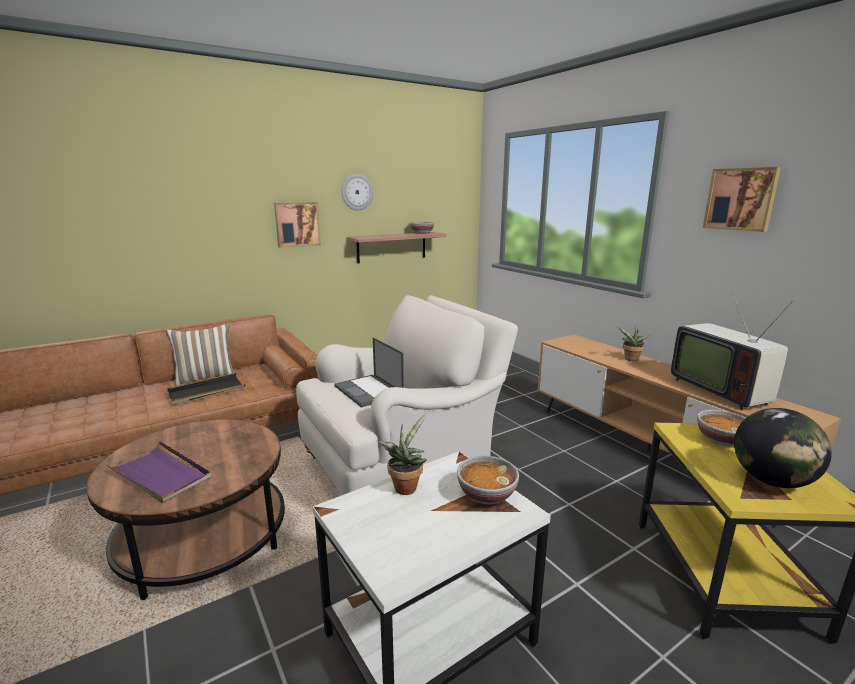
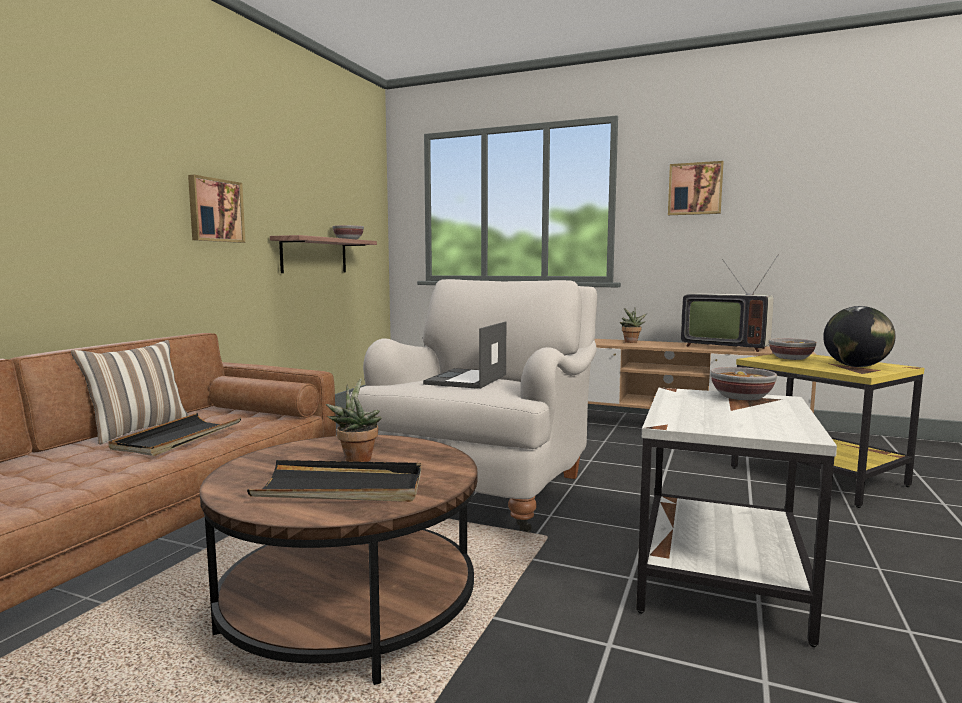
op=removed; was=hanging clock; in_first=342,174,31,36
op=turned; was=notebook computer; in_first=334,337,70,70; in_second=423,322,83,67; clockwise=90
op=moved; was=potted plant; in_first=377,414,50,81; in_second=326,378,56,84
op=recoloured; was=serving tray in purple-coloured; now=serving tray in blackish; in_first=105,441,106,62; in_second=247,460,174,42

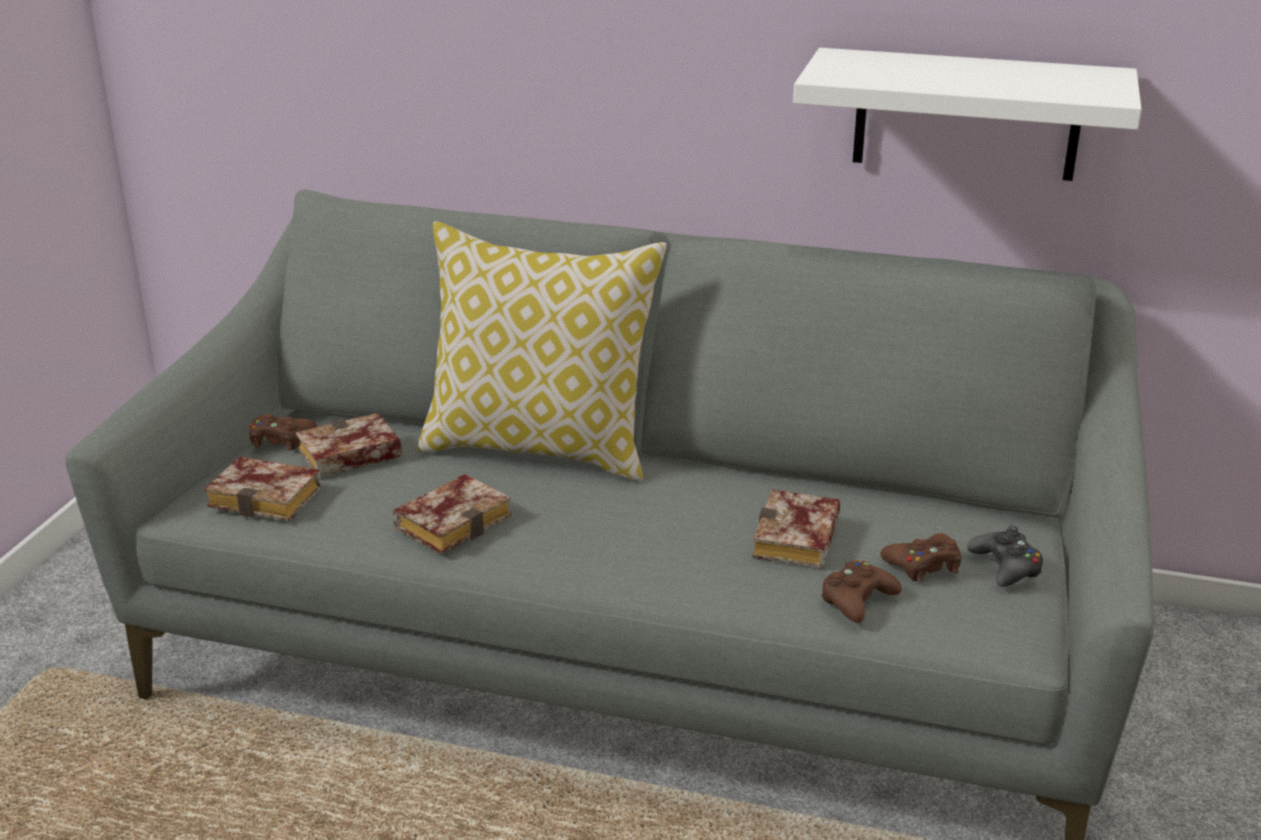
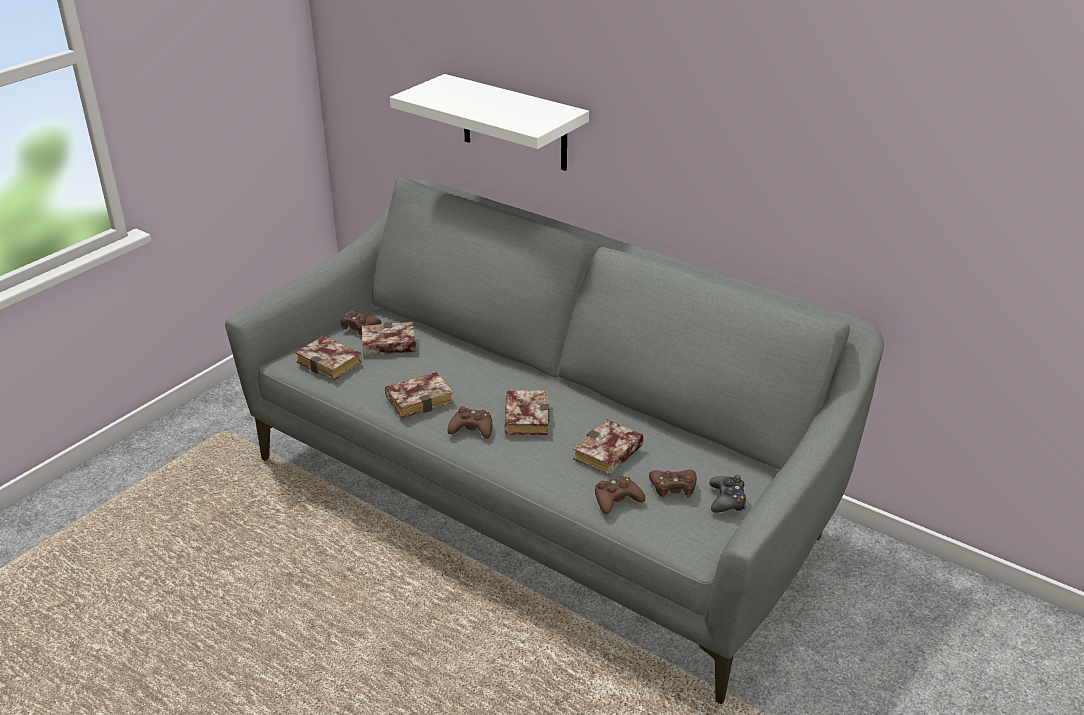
op=moved; was=bracket shelf in white; in_first=793,48,349,133; in_second=390,74,199,97
op=removed; was=throw pillow; in_first=418,221,249,260
op=added; now=bound book; in_second=505,390,44,45
op=added; now=joypad in brown; in_second=447,406,45,33

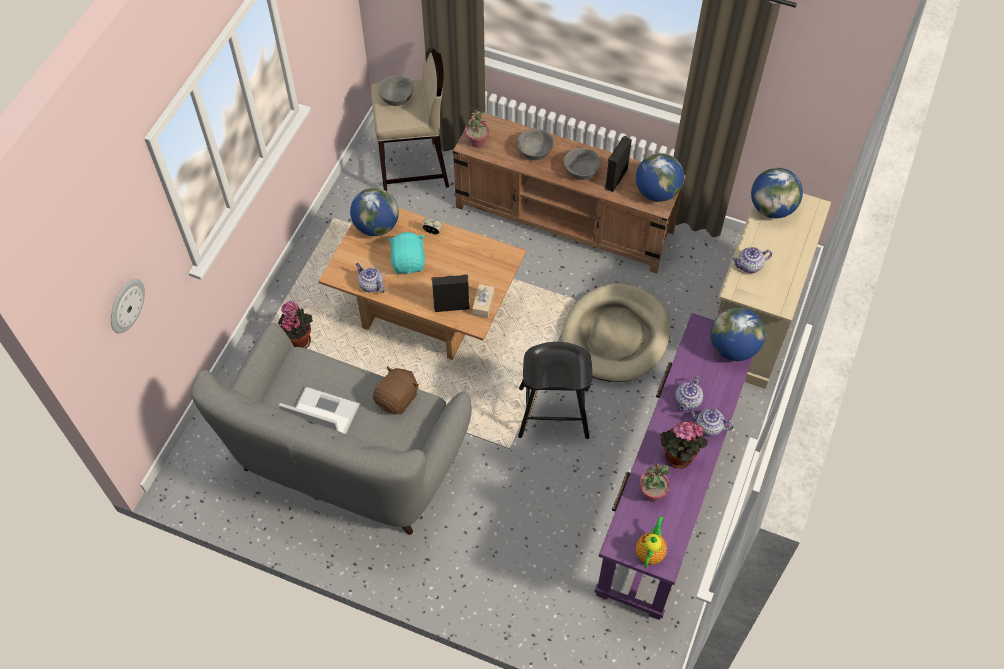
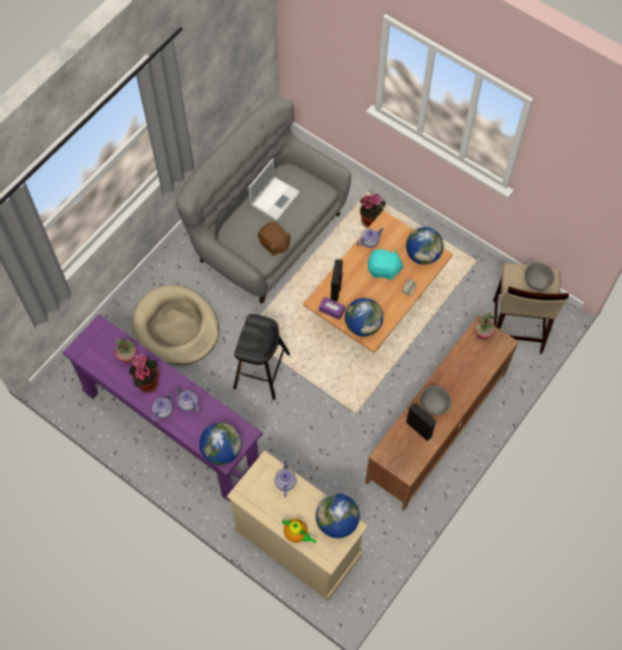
op=removed; was=serving bowl in greyish; in_first=517,129,37,31
op=moved; was=world globe; in_first=636,153,48,49; in_second=345,298,38,39
op=removed; was=hanging clock; in_first=111,279,34,54
op=moved; was=dog cushion in sand-coloured; in_first=562,283,108,99; in_second=132,285,87,80
op=recoloured; was=tissue box in sand-coloured; now=tissue box in purple-coloured; in_first=472,284,23,34; in_second=319,297,26,23
op=moved; was=teapot; in_first=636,516,31,52; in_second=282,519,34,25

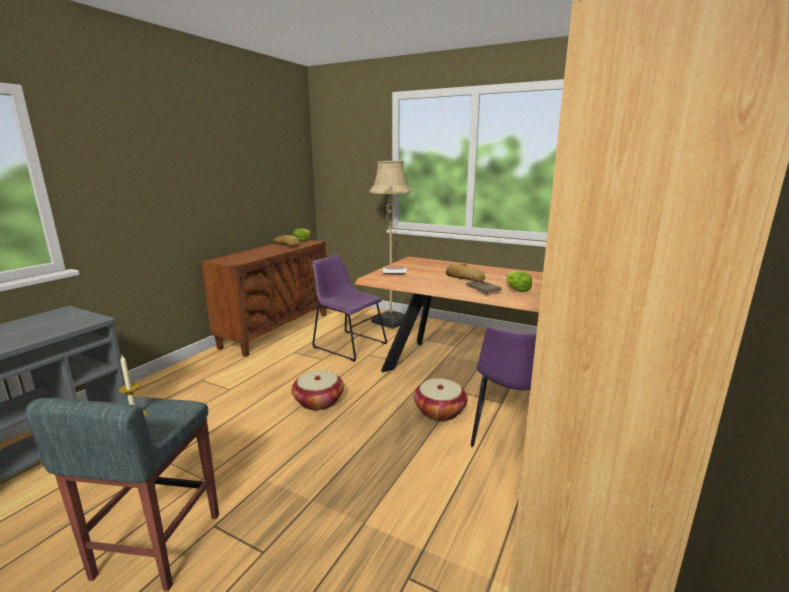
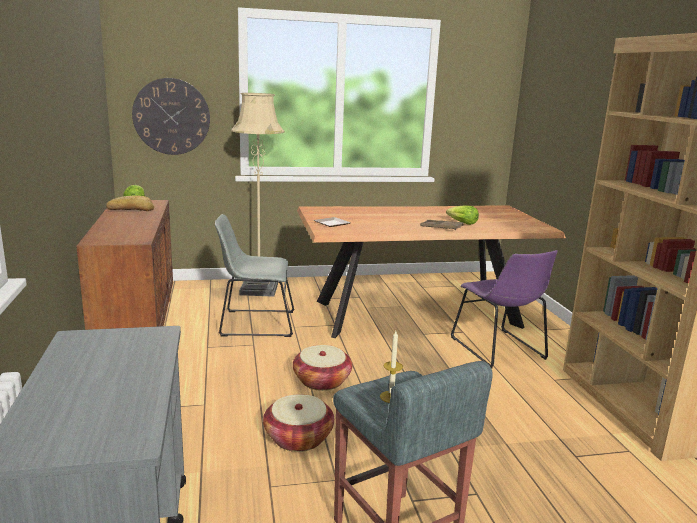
op=recoloured; was=plain chair in purple-coloured; now=plain chair in greyish; in_first=312,255,75,107; in_second=215,214,80,123
op=removed; was=bread; in_first=446,264,39,18
op=moved; was=basket; in_first=414,378,54,43; in_second=263,394,71,58
op=added; now=hanging clock; in_second=132,78,78,77

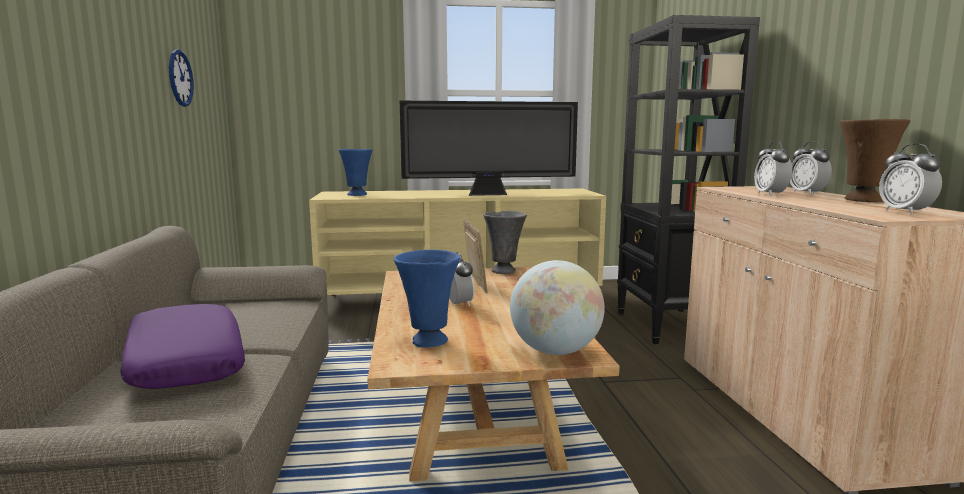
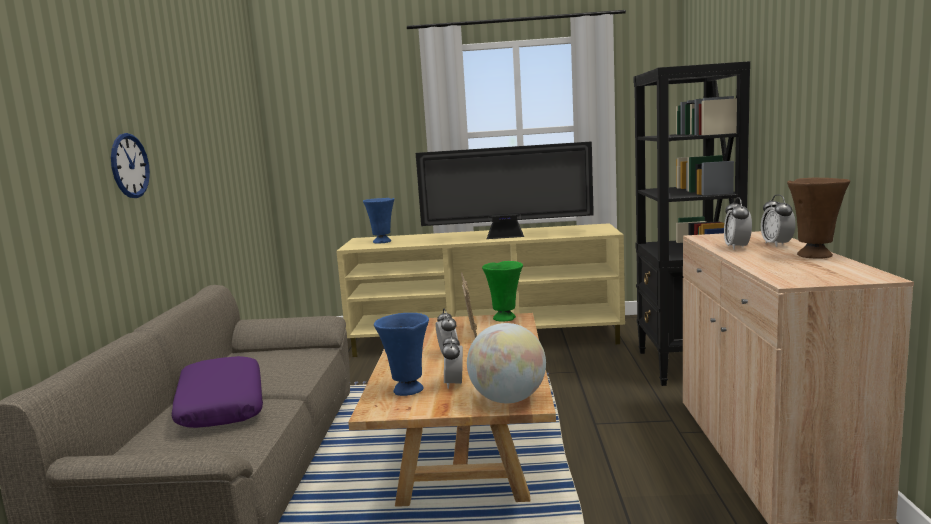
op=moved; was=hanging clock; in_first=169,50,25,57; in_second=111,133,39,65
op=moved; was=bedside clock; in_first=879,143,63,71; in_second=442,332,21,57
op=recoloured; was=decorative vase in greyish; now=decorative vase in green-coloured; in_first=483,211,44,63; in_second=482,261,41,60

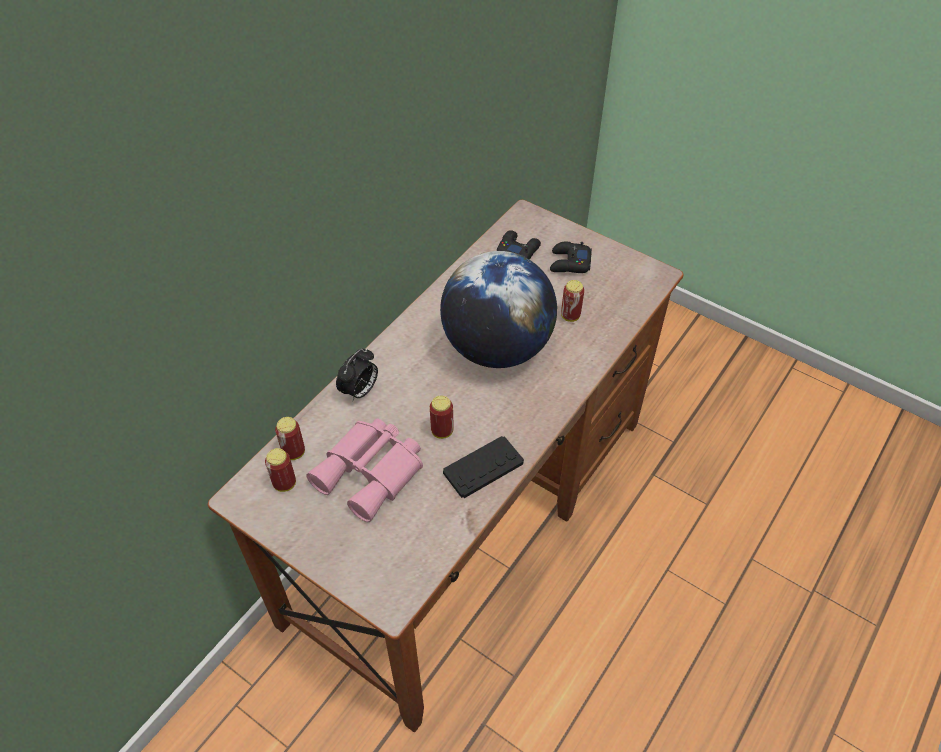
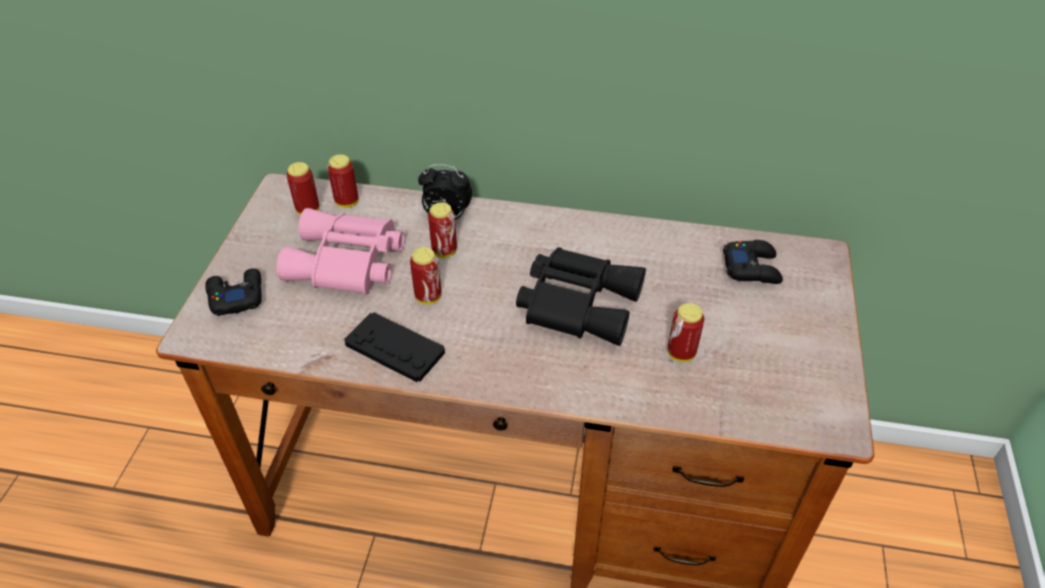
op=moved; was=joypad in blackish; in_first=550,242,42,31; in_second=206,268,56,48
op=replaced; was=world globe; now=field glasses in blackish; in_first=440,251,117,117; in_second=516,247,130,99
op=added; now=metal can; in_second=428,202,29,56

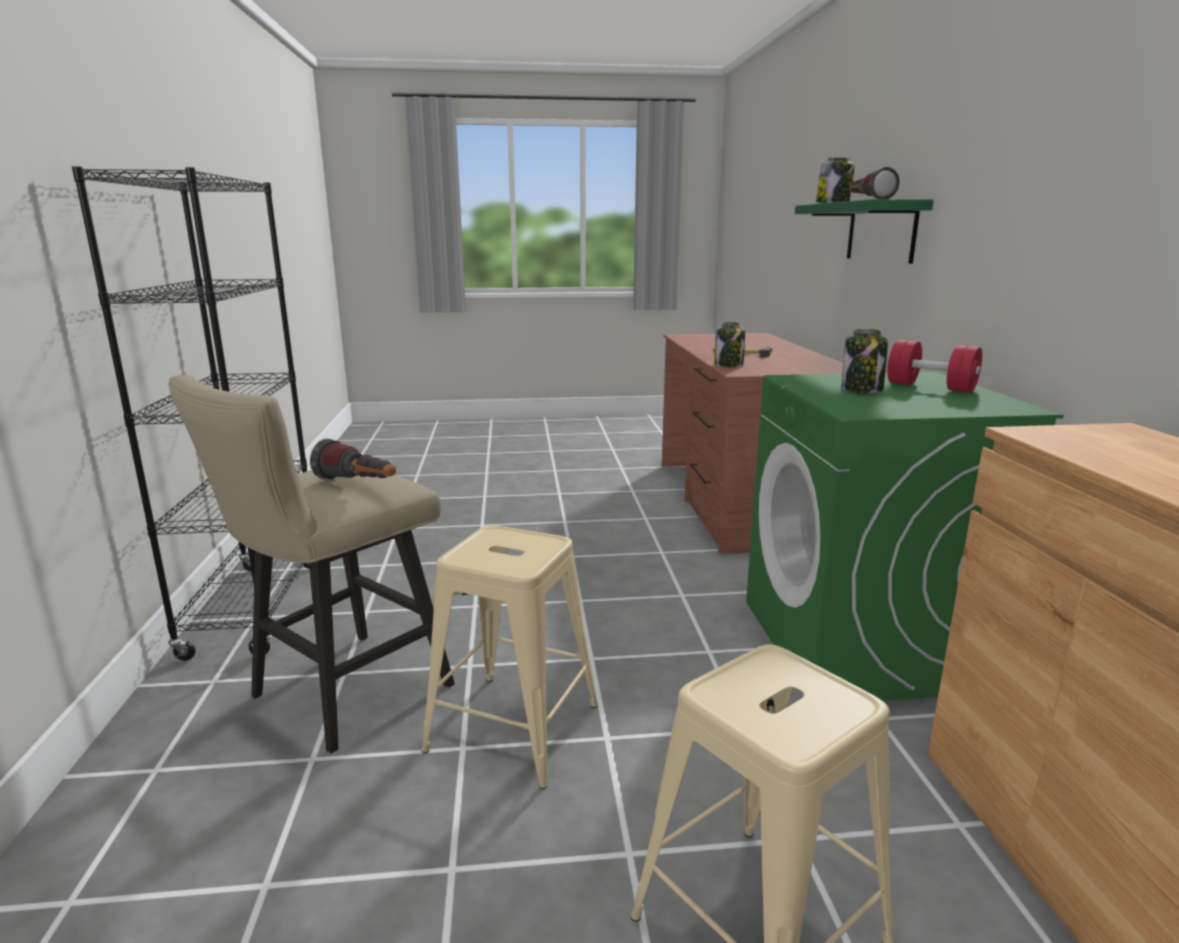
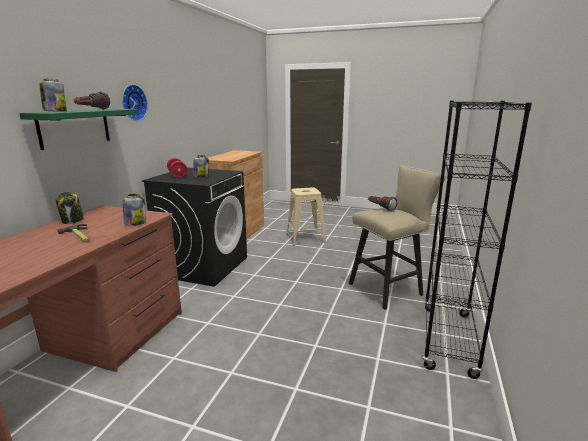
op=recoloured; was=laundry appliance in green-coloured; now=laundry appliance in blackish; in_first=746,372,318,329; in_second=142,168,105,119
op=removed; was=sitting stool in sand-coloured; in_first=421,525,177,264
op=added; now=hanging clock; in_second=122,84,26,37
op=added; now=storage jar; in_second=56,192,28,32

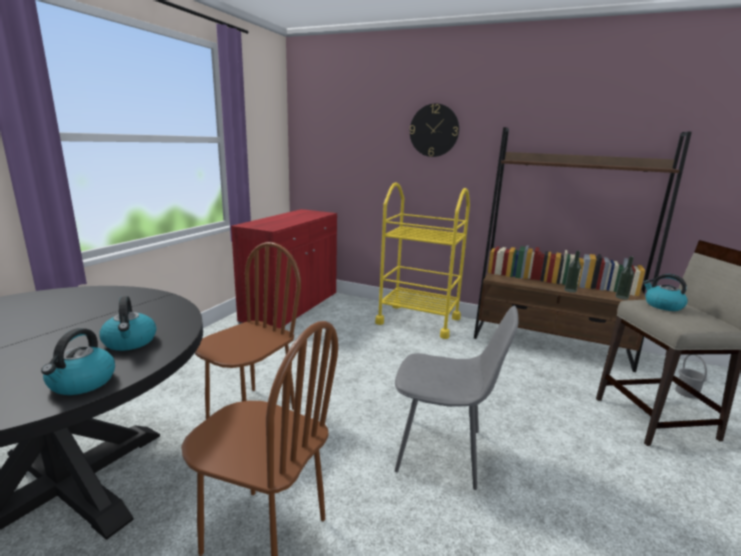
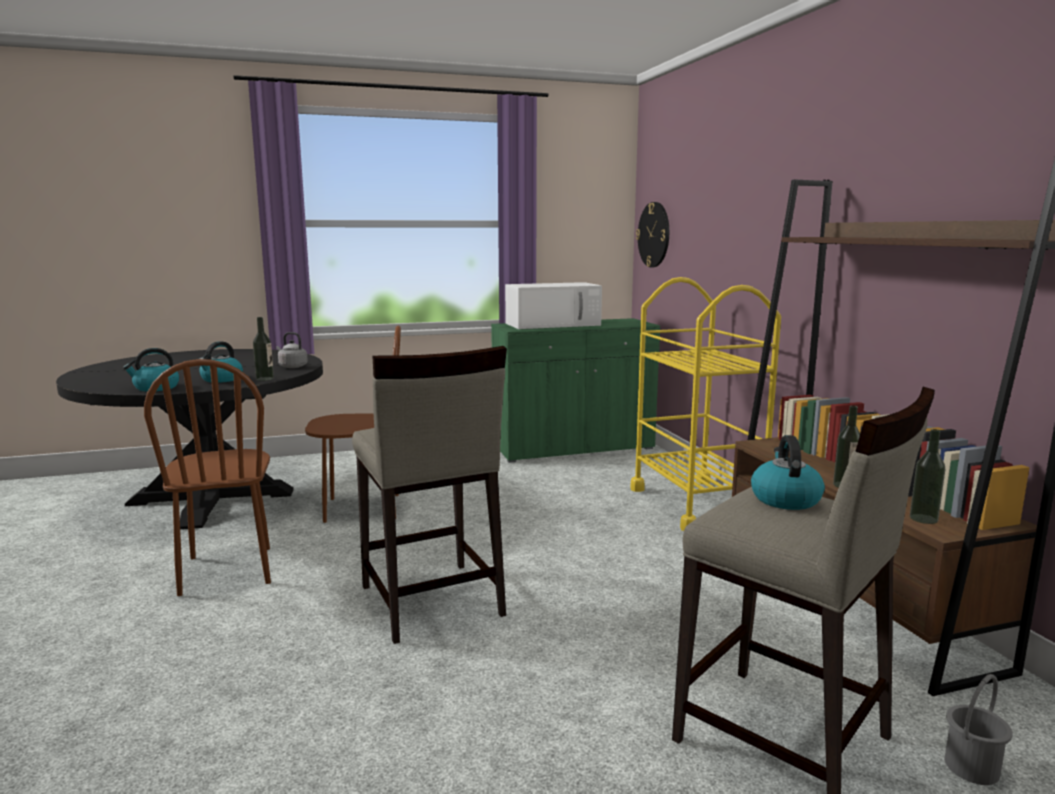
op=moved; was=hanging clock; in_first=410,103,49,54; in_second=636,202,33,65
op=recoloured; was=storage cabinet in red; now=storage cabinet in green-coloured; in_first=231,209,106,119; in_second=491,318,169,145
op=replaced; was=plain chair in greyish; now=sitting stool in sand-coloured; in_first=395,306,124,184; in_second=352,346,155,298
op=added; now=microwave oven in white; in_second=505,282,97,47
op=added; now=bottle; in_second=253,317,21,64
op=added; now=kettle in greyish; in_second=276,332,32,36

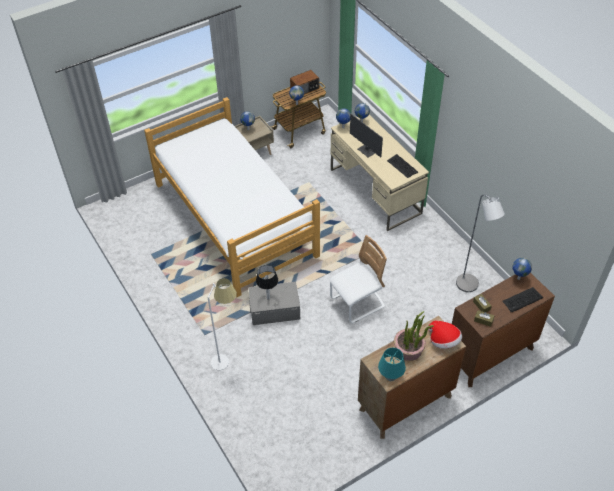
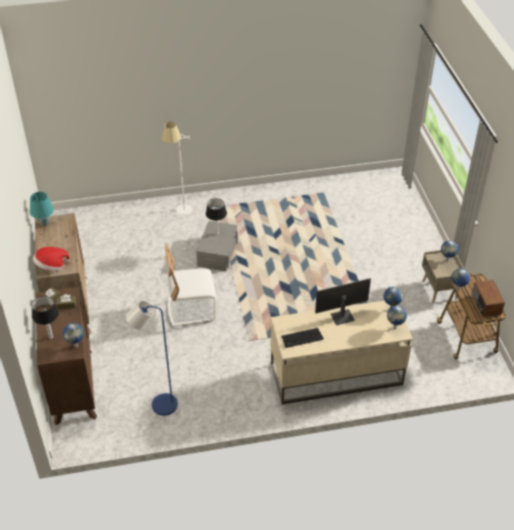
op=removed; was=sleeping bed; in_first=144,97,176,200
op=recoloured; was=floor lamp in greyish; now=floor lamp in bluish; in_first=456,195,49,97; in_second=126,301,52,115
op=turned; was=plain chair in white; in_first=329,235,58,88; in_second=165,243,51,83; clockwise=90
op=replaced; was=keyboard; now=lamp for a table; in_first=502,287,41,25; in_second=32,296,27,43
op=removed; was=potted plant; in_first=394,311,40,50

